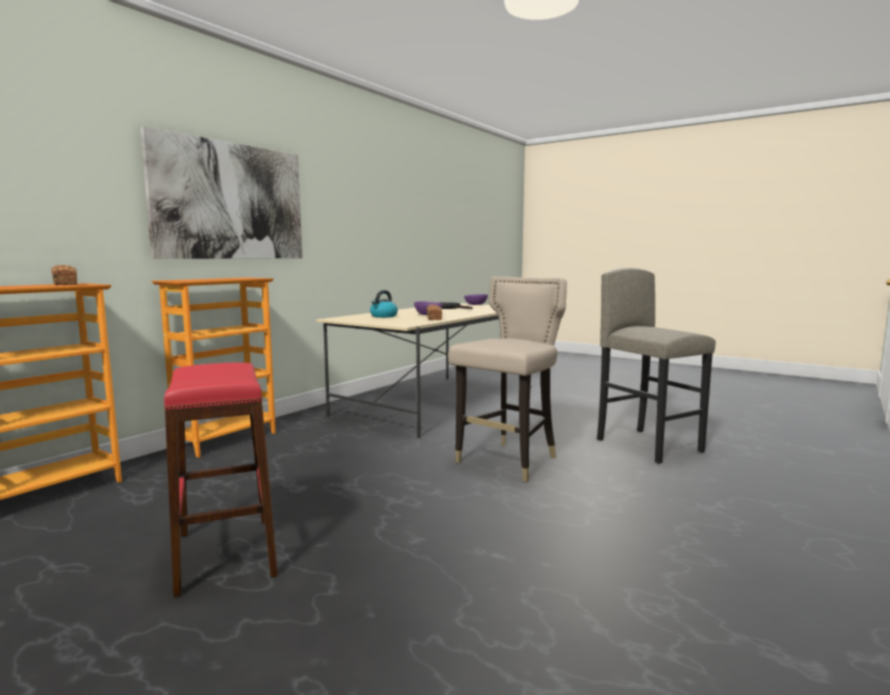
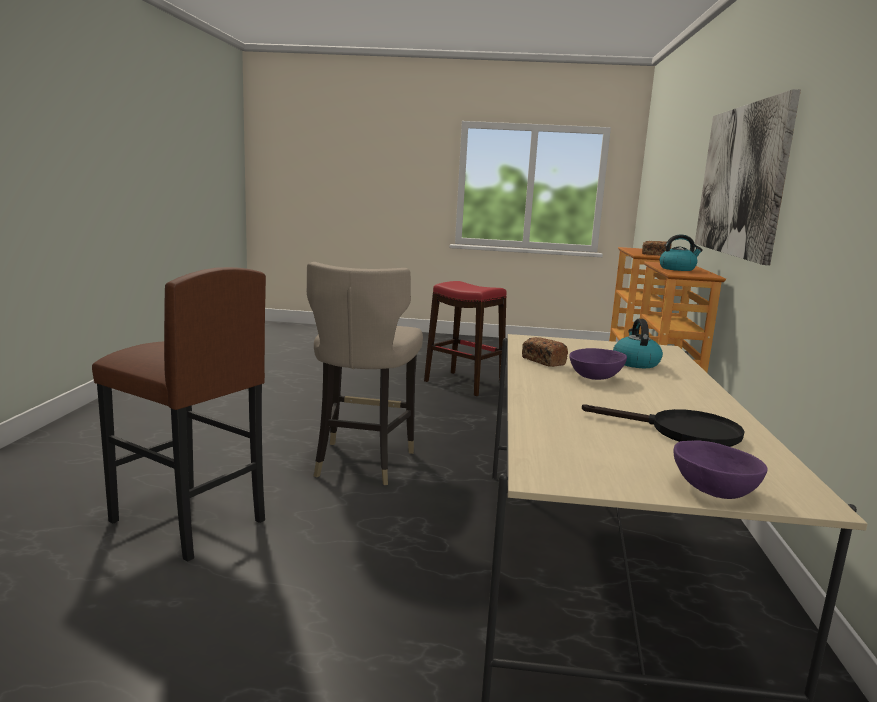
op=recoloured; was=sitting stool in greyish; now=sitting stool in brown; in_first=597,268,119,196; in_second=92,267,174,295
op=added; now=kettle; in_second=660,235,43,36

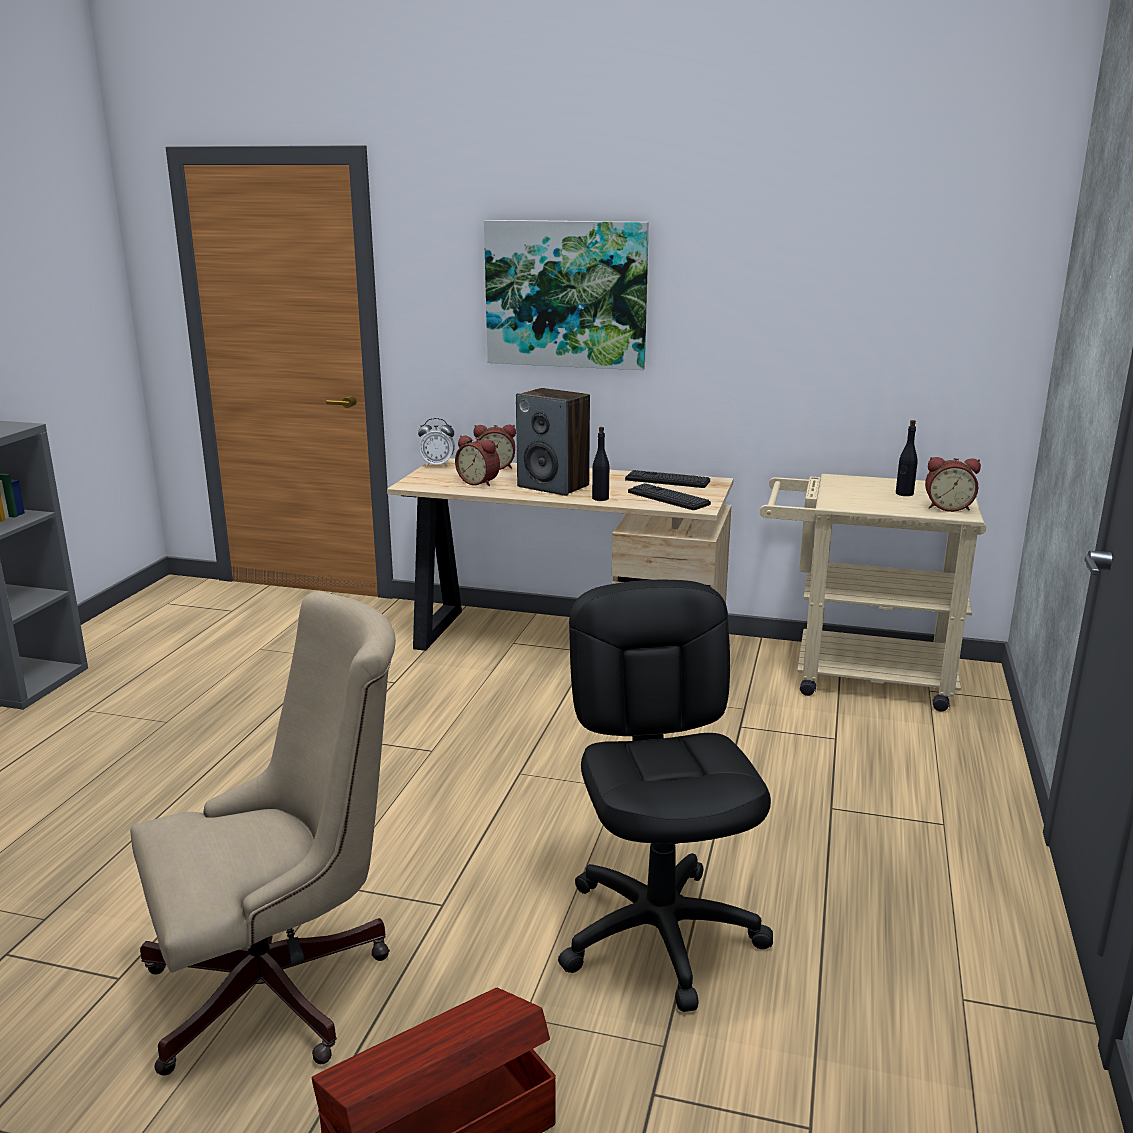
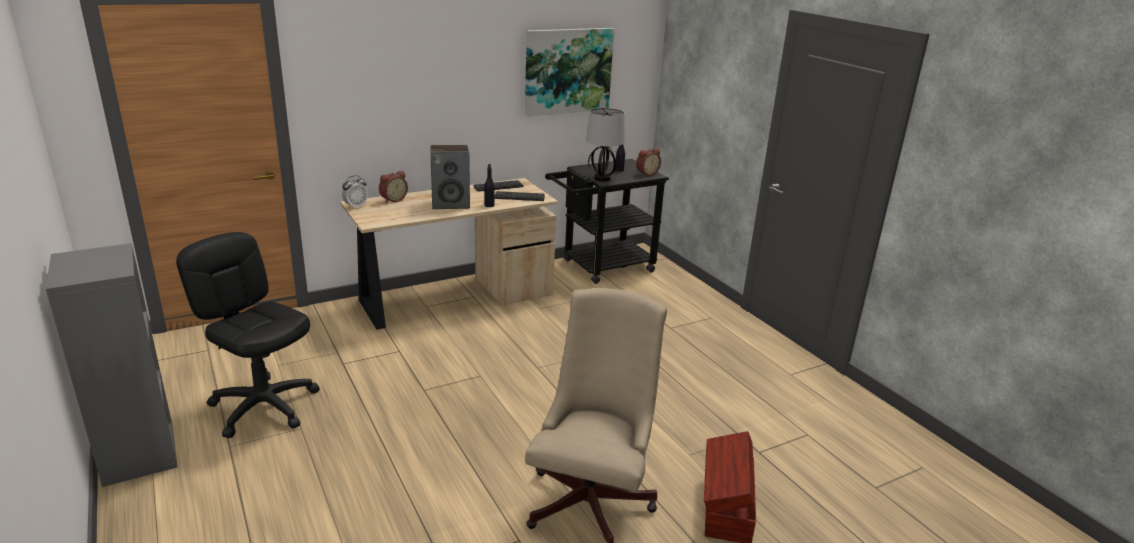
op=moved; was=wall art; in_first=484,220,165,150; in_second=525,28,89,89
op=removed; was=bedside clock; in_first=455,435,45,51
op=recoloured; was=cart in sand-coloured; now=cart in blackish; in_first=760,474,226,238; in_second=545,159,124,125
op=moved; was=office chair in blackish; in_first=558,580,215,432; in_second=176,232,144,206
op=added; now=lamp for a table; in_second=586,108,39,74

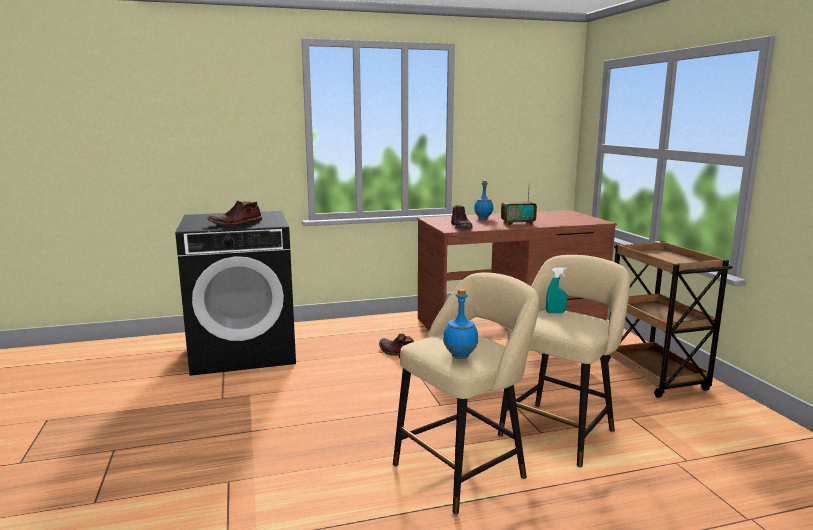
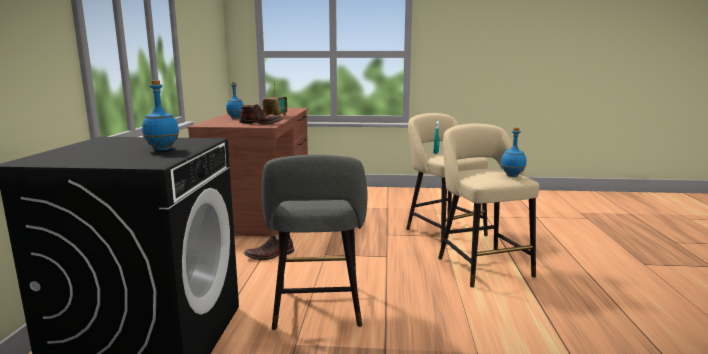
op=replaced; was=high-top boot in brown; now=bottle in bluish; in_first=207,201,55,25; in_second=142,80,37,71
op=removed; was=cart in brown; in_first=608,241,125,157
op=added; now=sitting stool in greyish; in_second=261,155,107,175

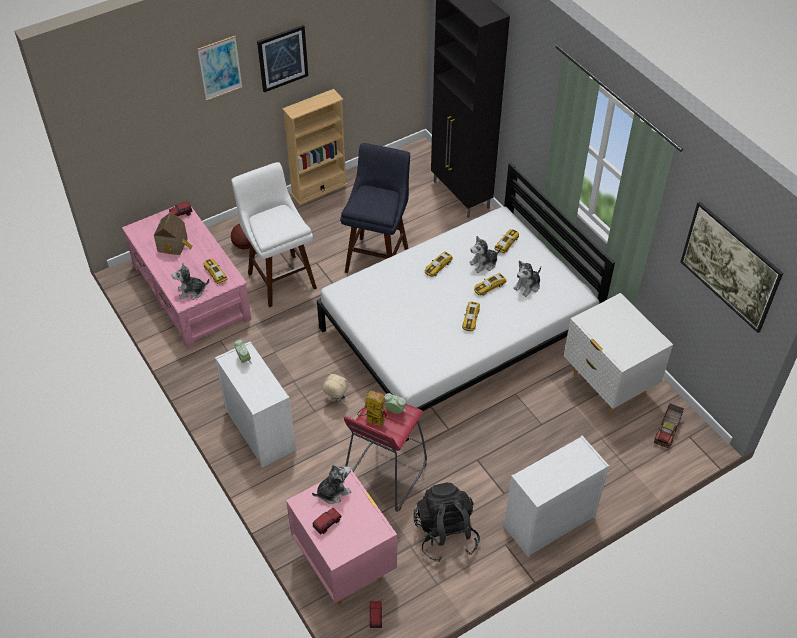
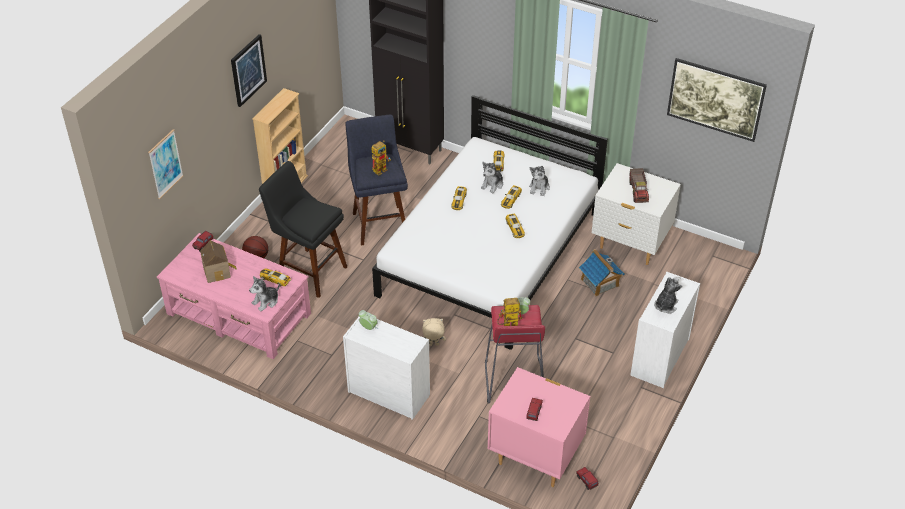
op=moved; was=wall art; in_first=197,36,46,65; in_second=148,129,35,70
op=recoloured; was=sitting stool in white; now=sitting stool in blackish; in_first=231,162,86,145; in_second=259,161,88,137
op=moved; was=toy truck; in_first=654,403,30,45; in_second=629,168,20,35
op=moved; was=cuddly toy; in_first=312,464,39,40; in_second=654,277,28,37
op=removed; was=rucksack in blackish; in_first=414,483,66,79
op=added; now=toy robot; in_second=371,140,20,35
op=added; now=miniature house; in_second=579,249,46,47

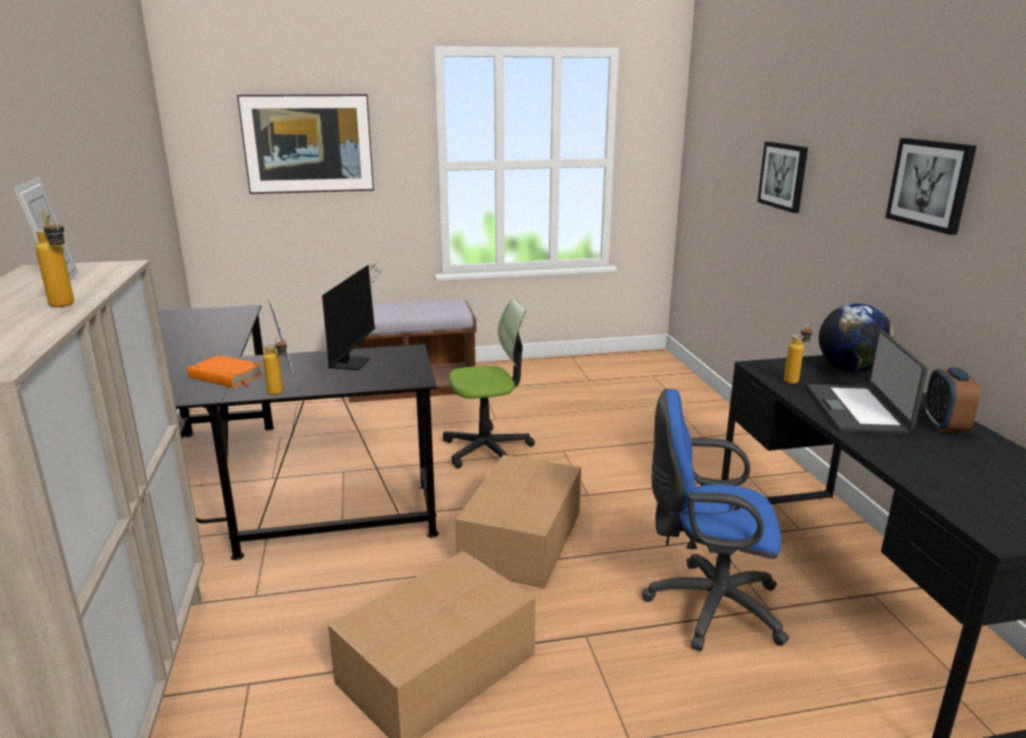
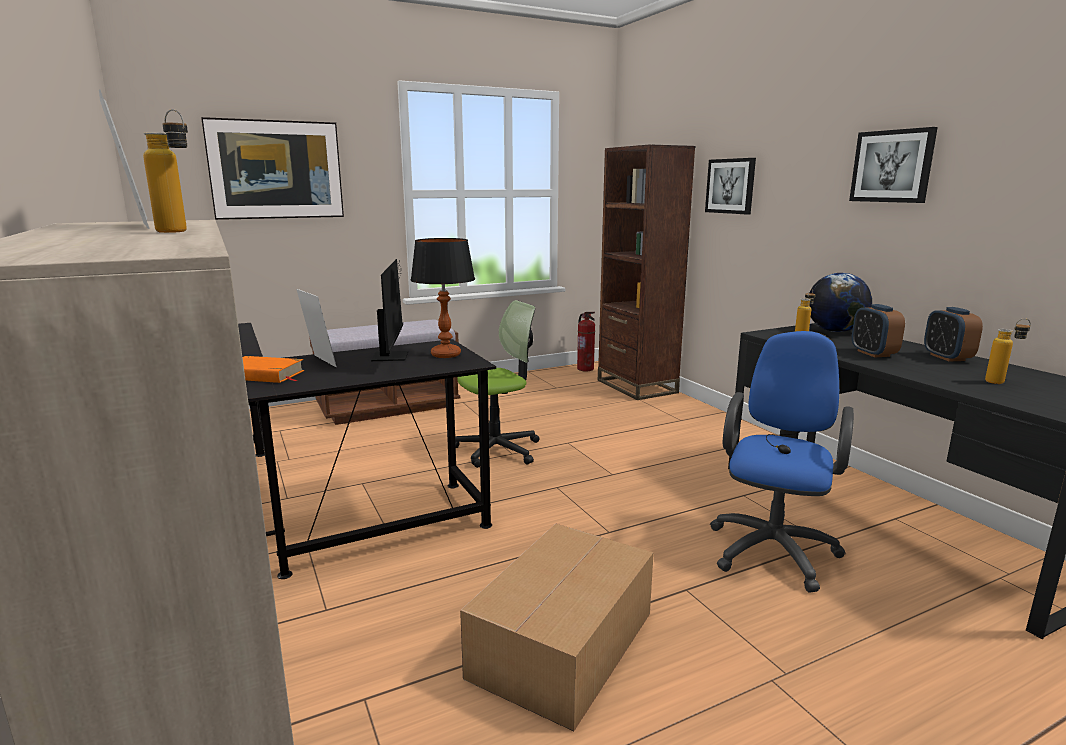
op=replaced; was=notebook computer; now=bedside clock; in_first=807,330,121,104; in_second=852,304,53,53
op=moved; was=bottle; in_first=263,337,24,58; in_second=985,318,46,66
op=turned; was=office chair in bluish; in_first=642,389,147,262; in_second=710,331,144,261; clockwise=120
op=removed; was=carton; in_first=456,455,125,133
op=added; now=shelving unit in brown; in_second=598,144,97,256
op=added; now=lamp for a table; in_second=410,238,65,120
op=added; now=fire extinguisher; in_second=577,312,18,59

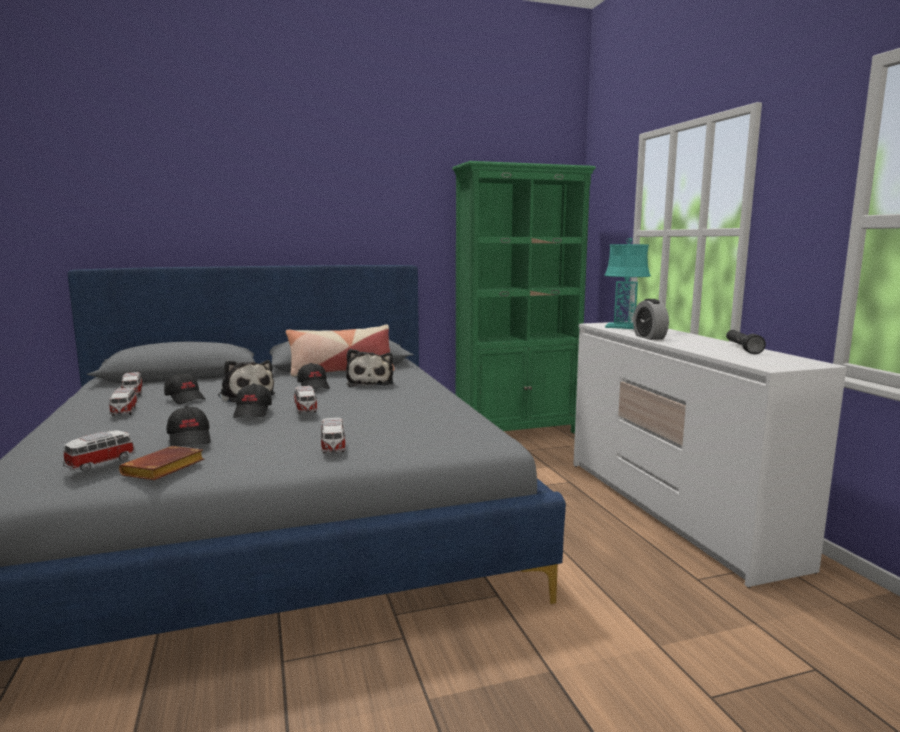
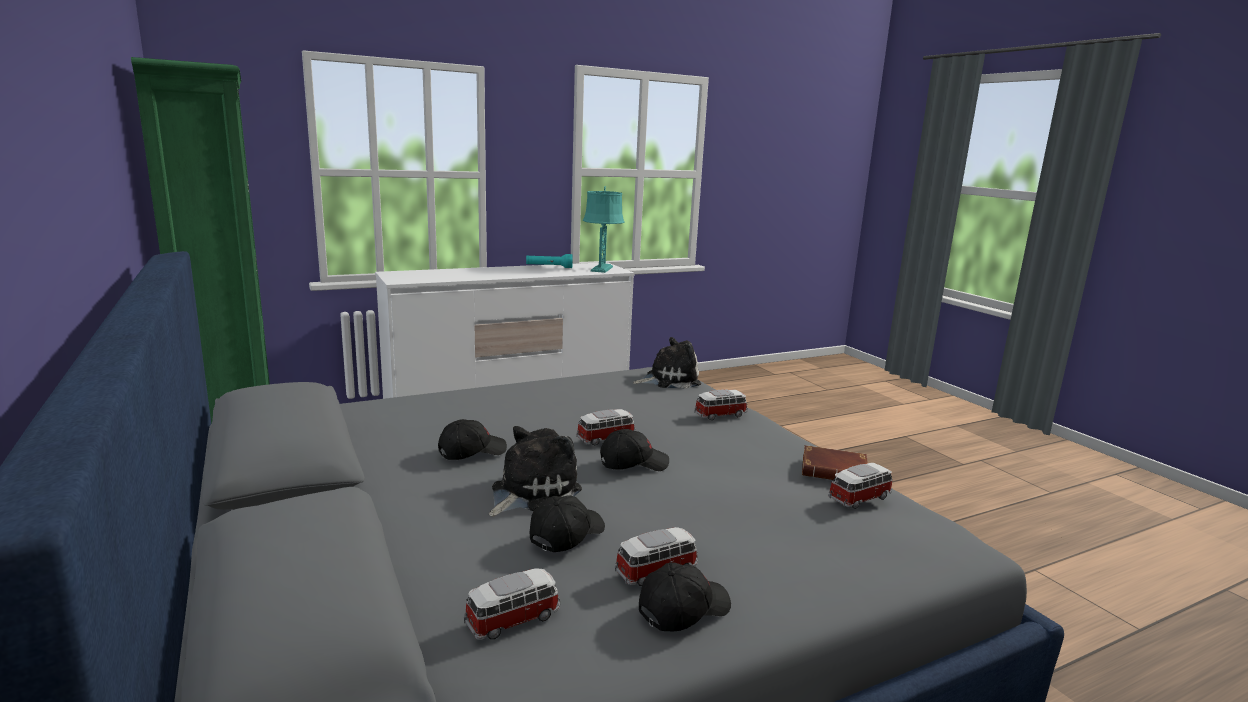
op=moved; was=lamp for a table in turquoise; in_first=604,238,47,91; in_second=583,186,41,87
op=removed; was=bedside clock; in_first=633,299,36,41
op=removed; was=throw pillow; in_first=286,325,109,52
op=recoloured; was=hand torch in blackish; now=hand torch in turquoise; in_first=726,330,40,24; in_second=526,254,47,14
op=moved; was=cuddly toy; in_first=346,349,47,38; in_second=633,337,68,52
op=moved; was=cap in blackish; in_first=167,406,44,41; in_second=639,562,92,69
op=turned; was=toy car; in_first=63,430,73,41; in_second=828,463,64,46; clockwise=120

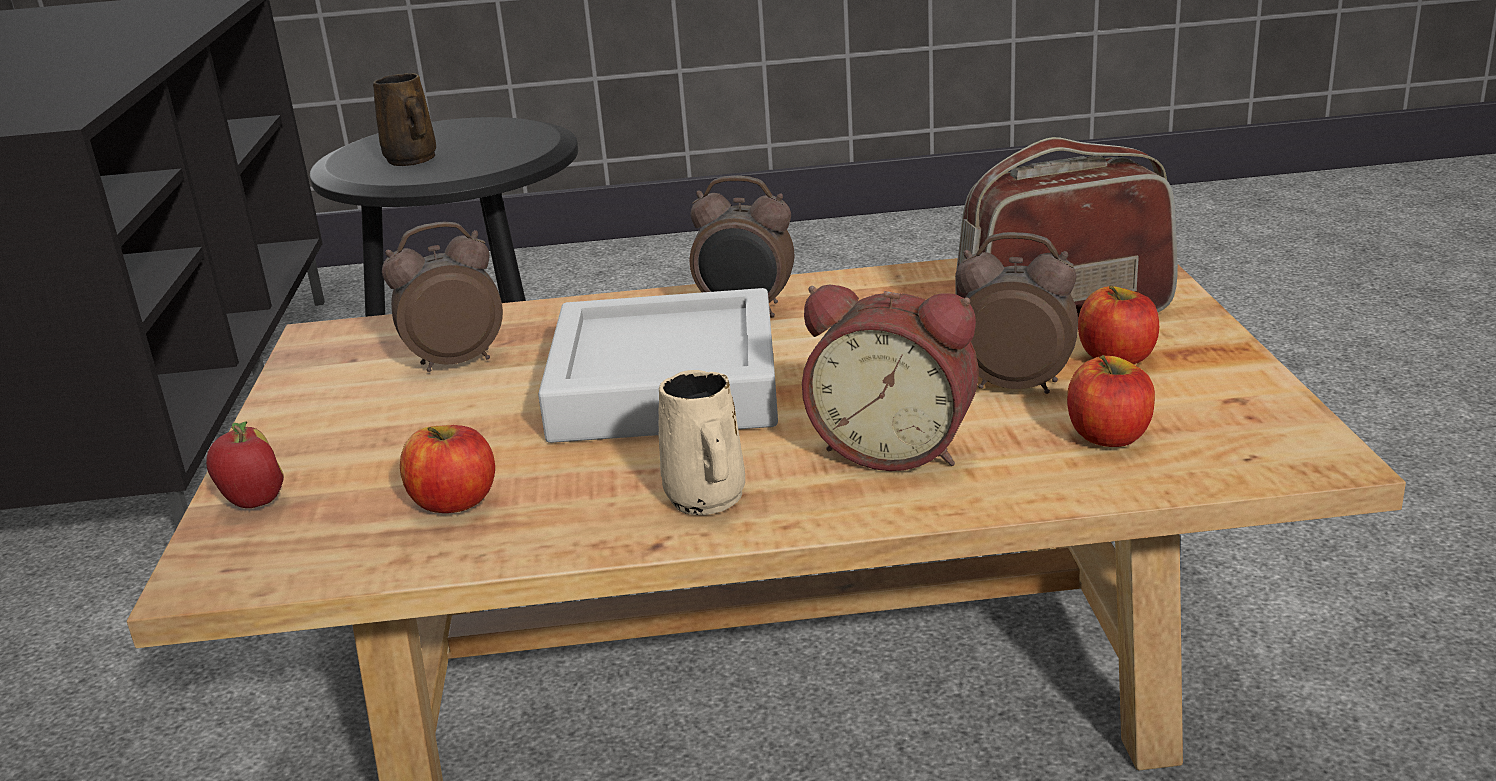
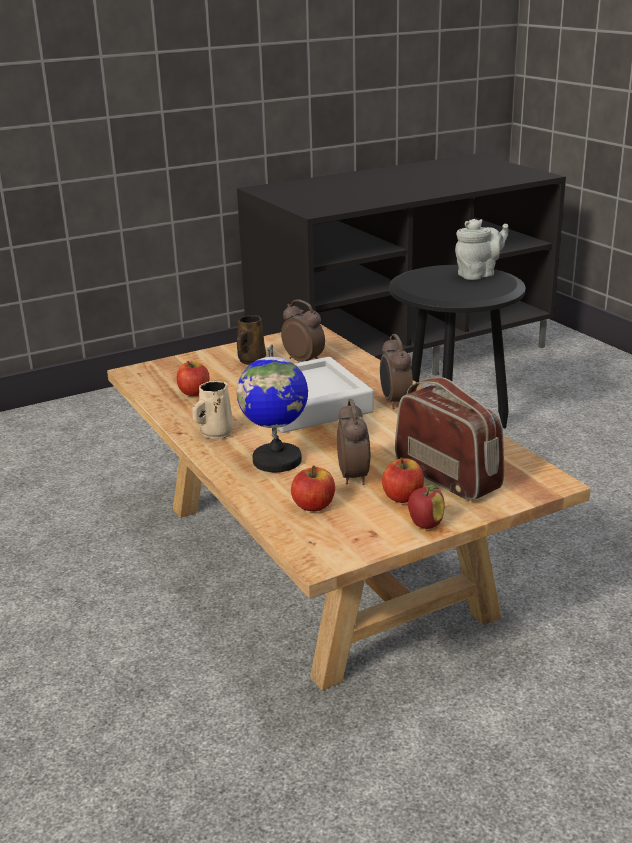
op=moved; was=coffee mug in brown; in_first=373,73,63,93; in_second=237,315,29,50
op=replaced; was=bedside clock; now=world globe; in_first=802,285,176,186; in_second=237,344,71,128
op=moved; was=apple fruit; in_first=206,421,78,87; in_second=408,485,36,44
op=added; now=teapot in greyish; in_second=455,219,53,61

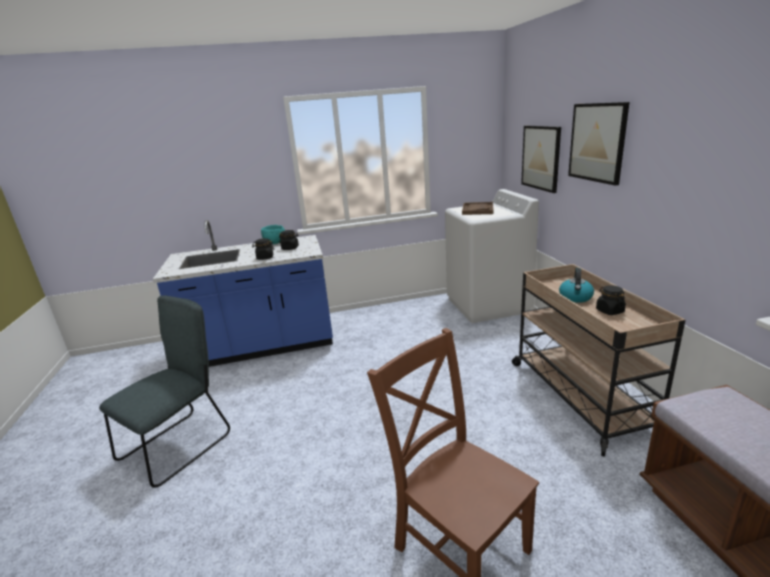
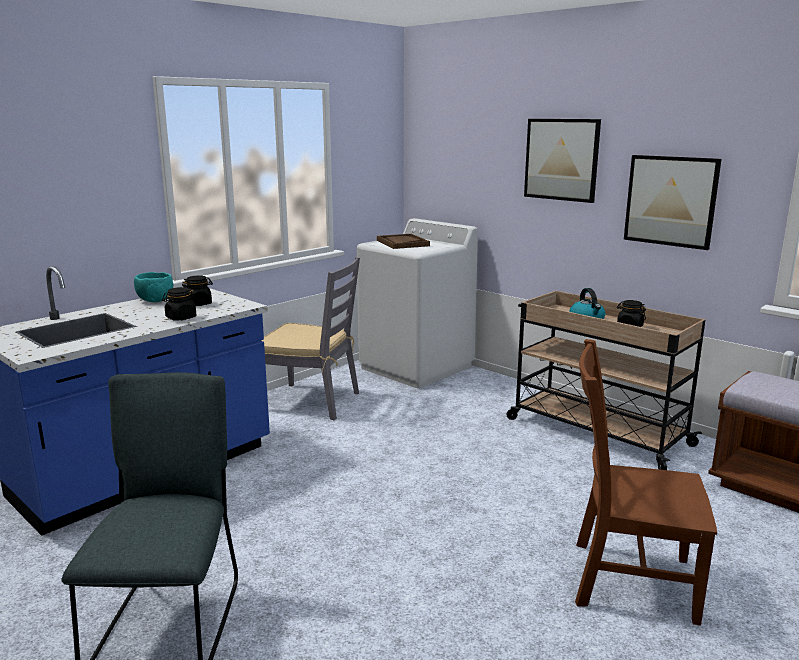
op=moved; was=wall art; in_first=521,126,40,67; in_second=624,155,98,95
op=added; now=plain chair in greyish; in_second=262,257,98,163

